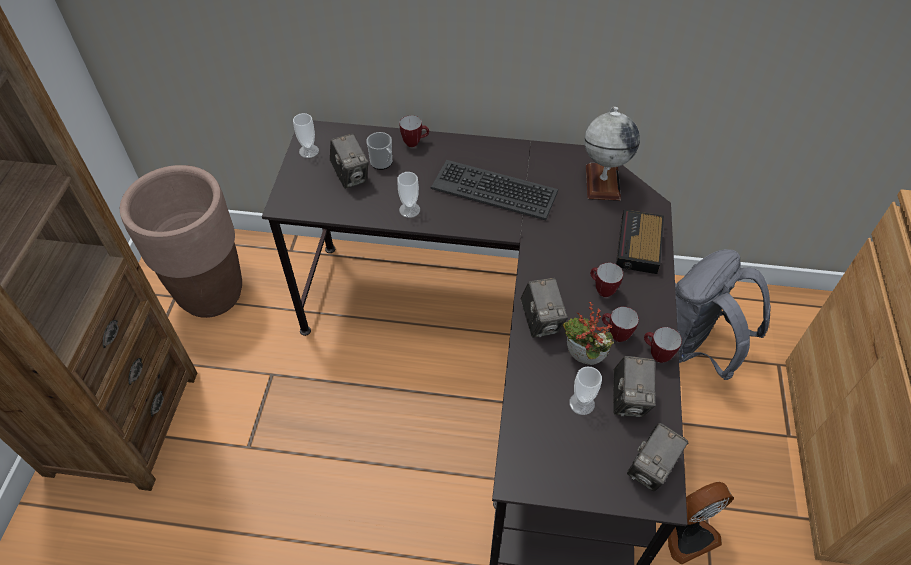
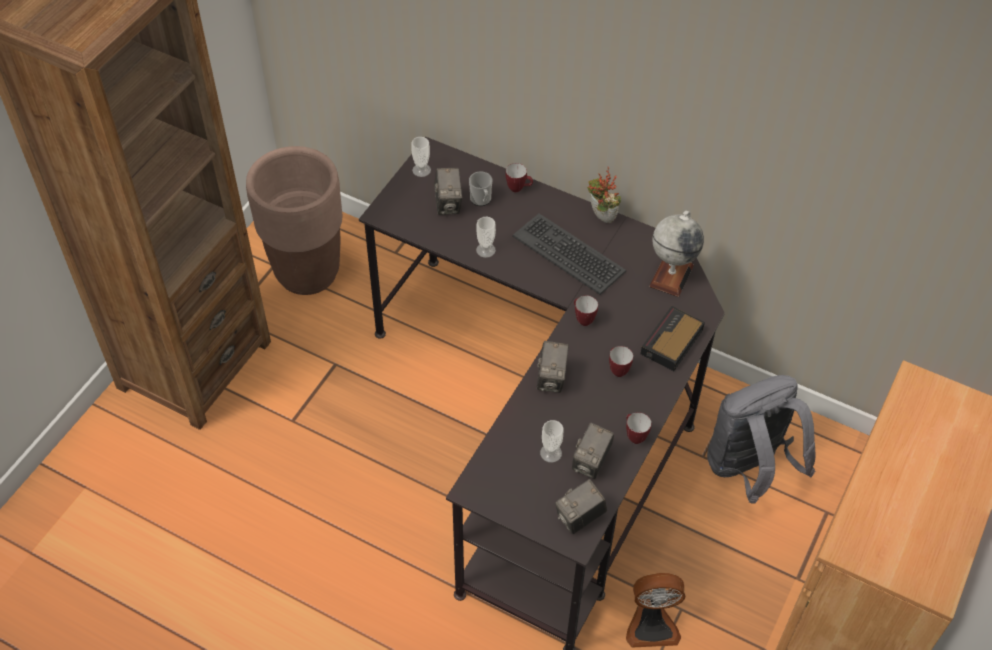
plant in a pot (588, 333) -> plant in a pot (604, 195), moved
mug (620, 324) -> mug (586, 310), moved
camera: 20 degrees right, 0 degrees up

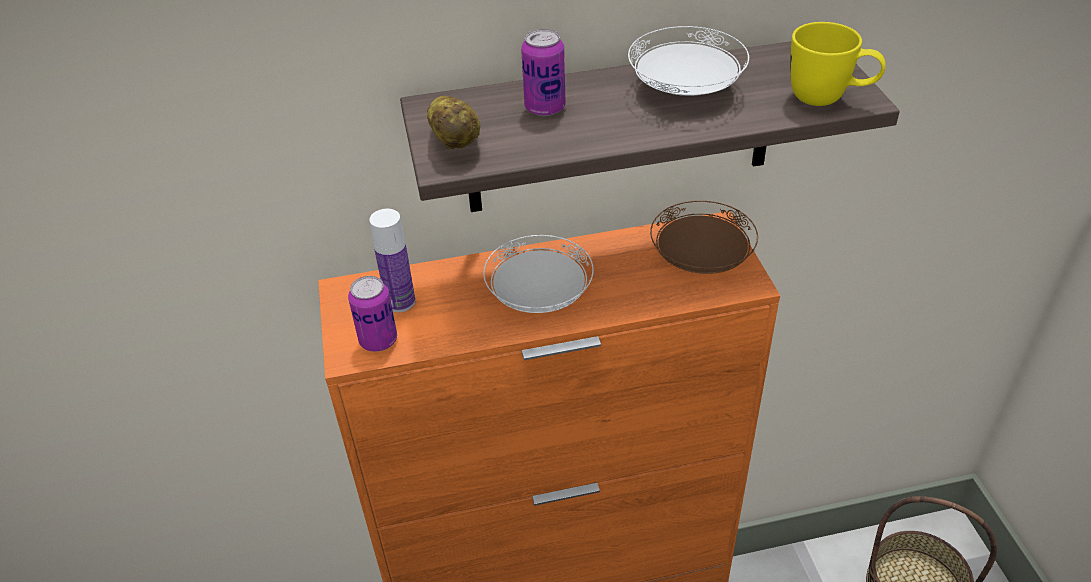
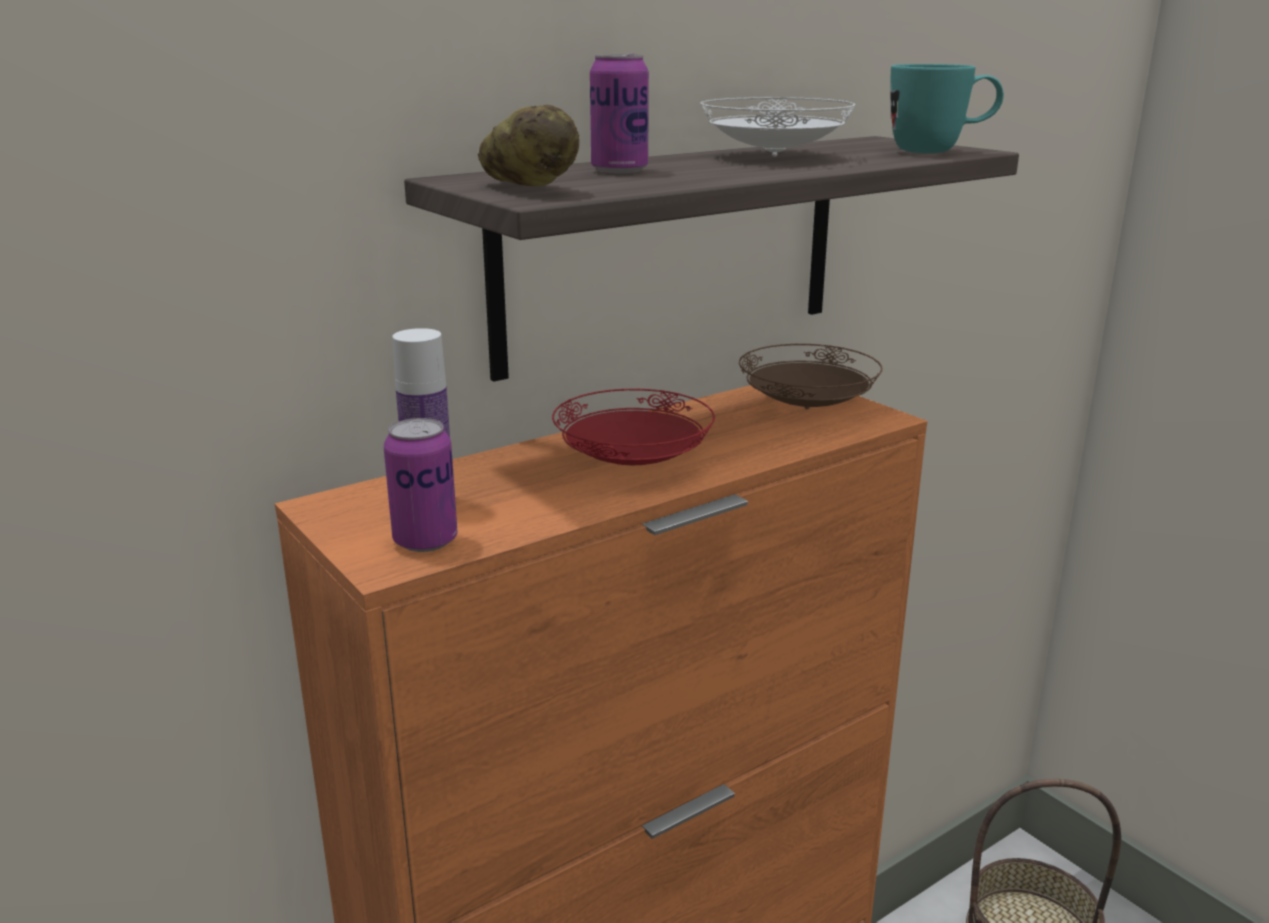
white plate (538, 274) -> red-coloured plate (633, 427)
yellowish mug (838, 64) -> turquoise mug (947, 108)
camera: 25 degrees left, 20 degrees down

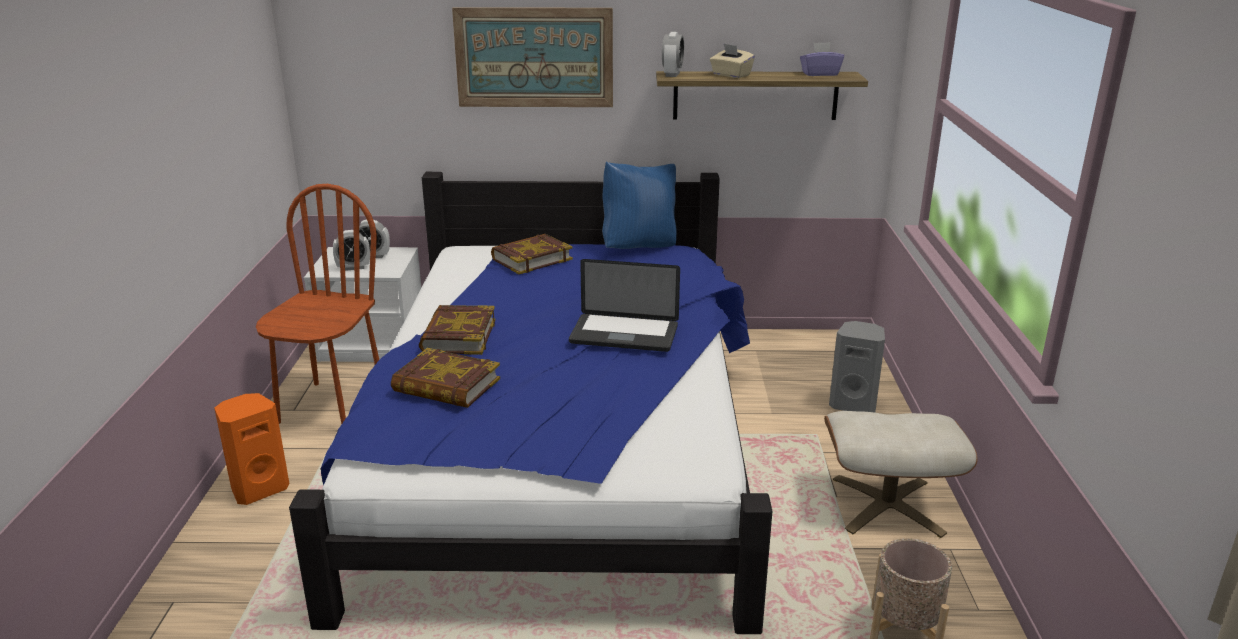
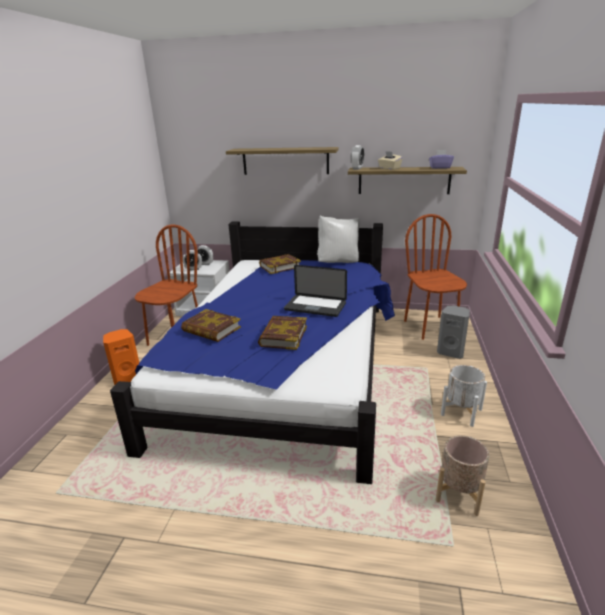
volume (457, 330) -> volume (282, 333), moved
wall art (532, 57) -> bracket shelf (282, 161)
blue-coloured pillow (639, 205) -> white pillow (338, 239)
beige-coloured pouffe (901, 474) -> white planter (464, 396)
none -> brownish upright chair (435, 277)
camera: 10 degrees right, 0 degrees up

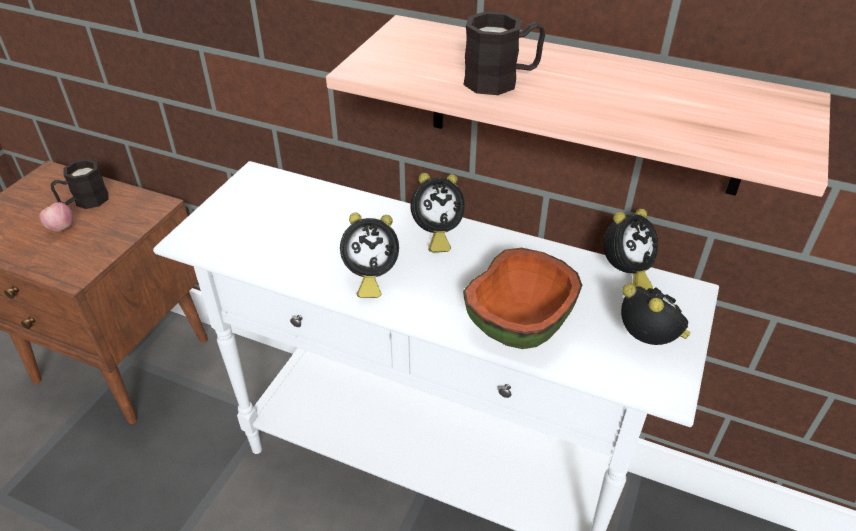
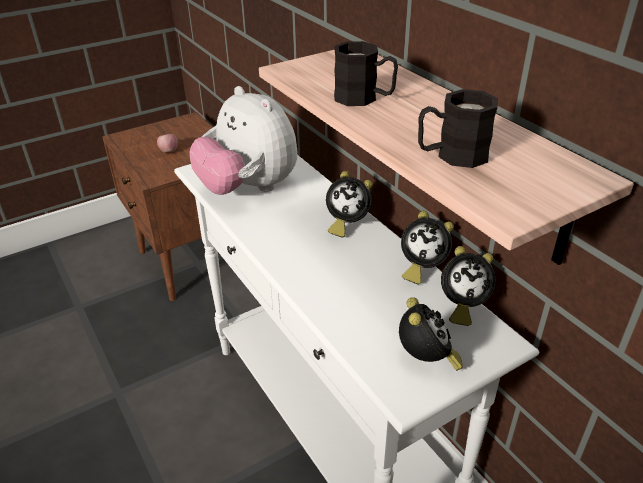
black mug (80, 184) -> black mug (458, 128), moved
table clock (369, 255) -> table clock (427, 247), moved
bowl (522, 298) -> none
none -> cuddly toy (243, 140)
camera: 35 degrees right, 5 degrees down

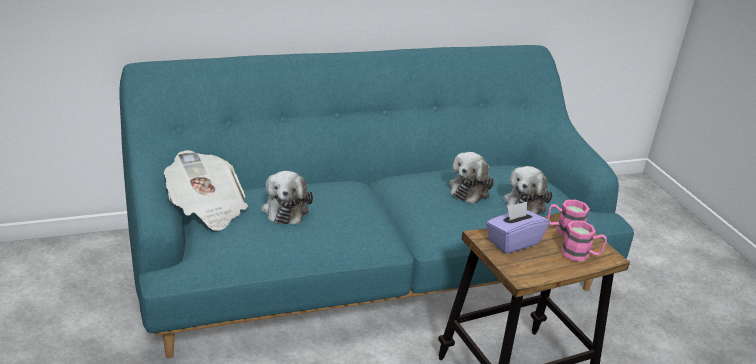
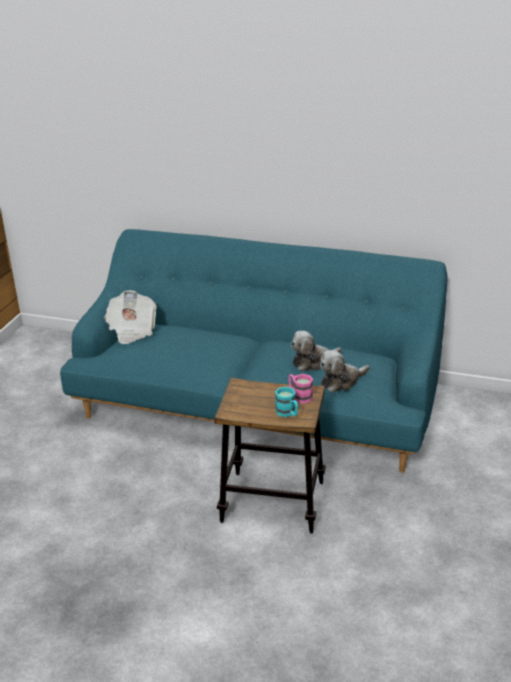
cuddly toy (287, 197) -> none
purple-coloured tissue box (518, 228) -> none
pink mug (584, 240) -> turquoise mug (286, 402)
camera: 40 degrees right, 0 degrees up

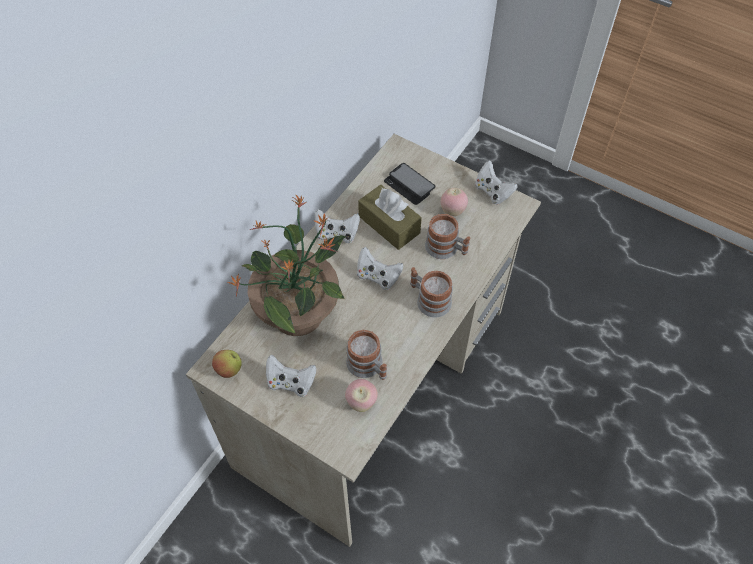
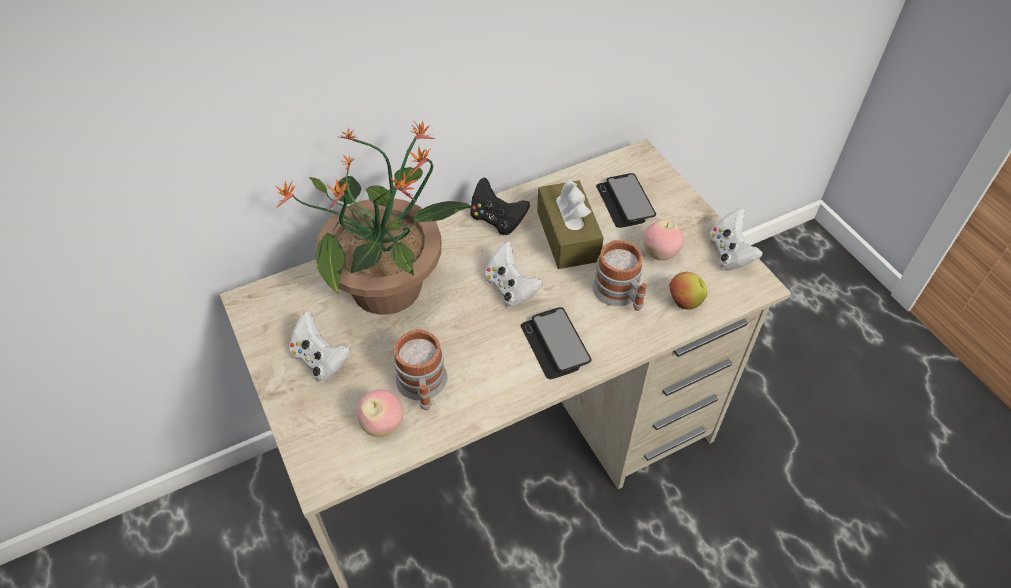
apple fruit (227, 364) -> apple fruit (688, 291), moved
white gamepad (337, 226) -> black gamepad (500, 206)
mug (431, 292) -> phone (556, 343)
camera: 30 degrees right, 5 degrees down

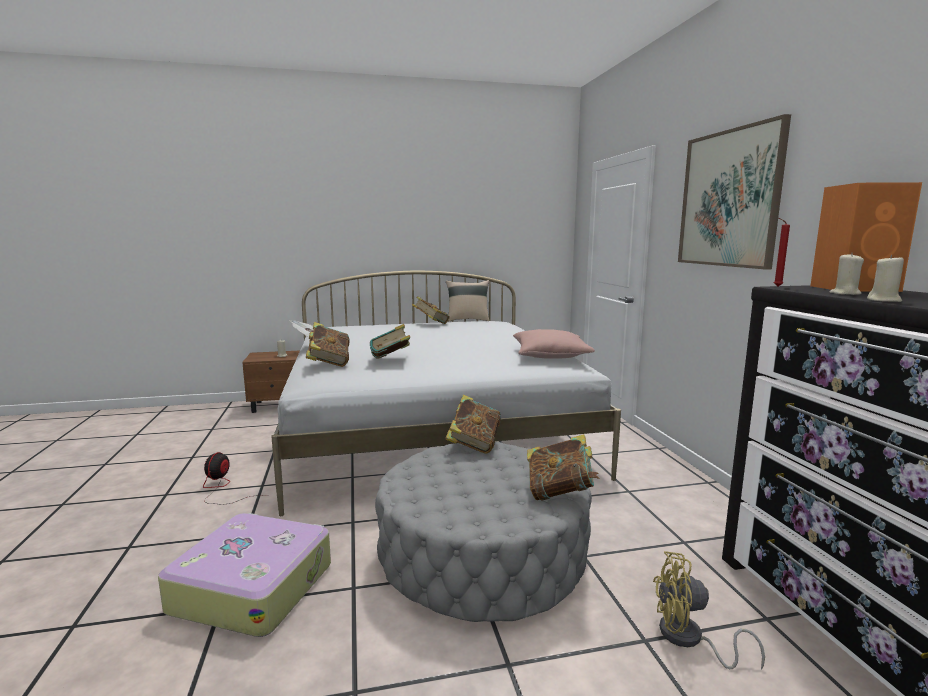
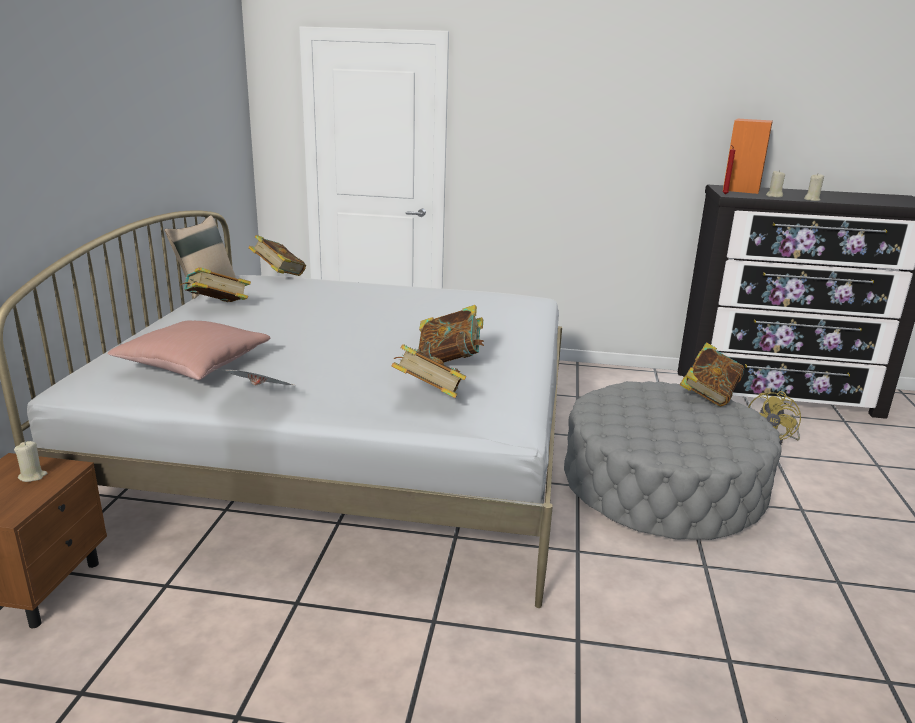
suitcase (244, 575) -> none
cooling fan (235, 478) -> none
volume (473, 424) -> volume (277, 255), moved
pink pillow (554, 344) -> pink pillow (189, 350), moved
wall art (734, 192) -> none
camera: 70 degrees left, 10 degrees up

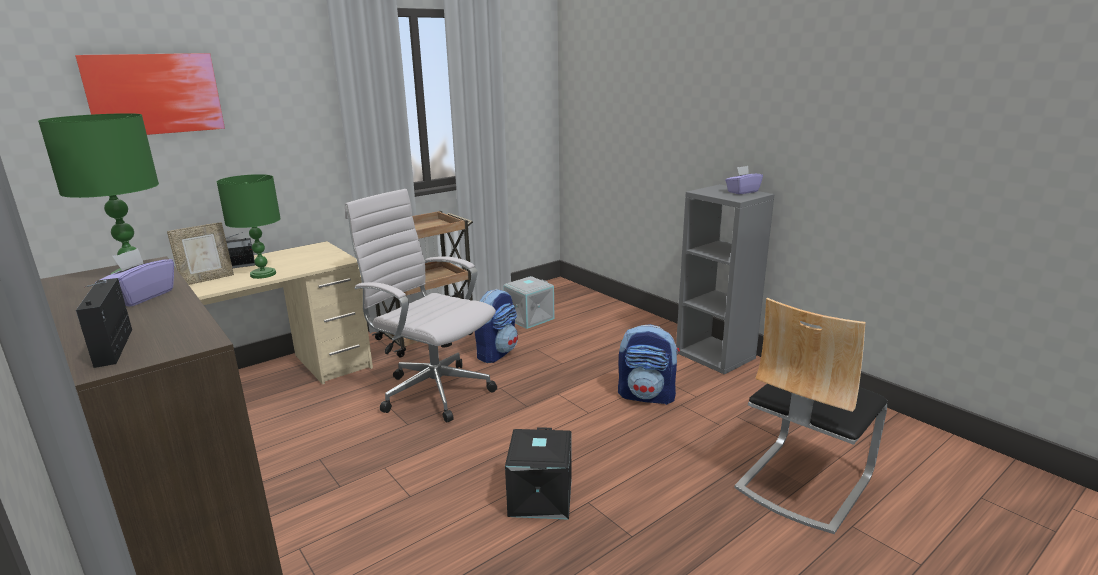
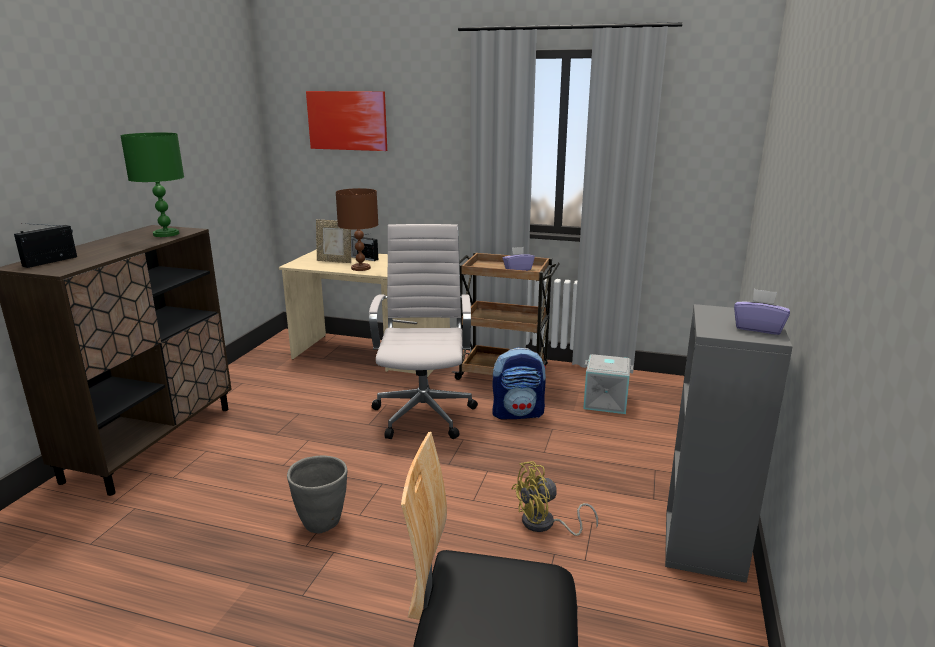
purple-coloured tissue box (134, 277) -> purple-coloured tissue box (519, 259), moved
green-coloured lamp for a table (249, 226) -> brownish lamp for a table (357, 229)
black storage box (538, 473) -> grey planter (317, 494)
rucksack (649, 364) -> yellowish cooling fan (555, 498)
camera: 55 degrees right, 0 degrees up

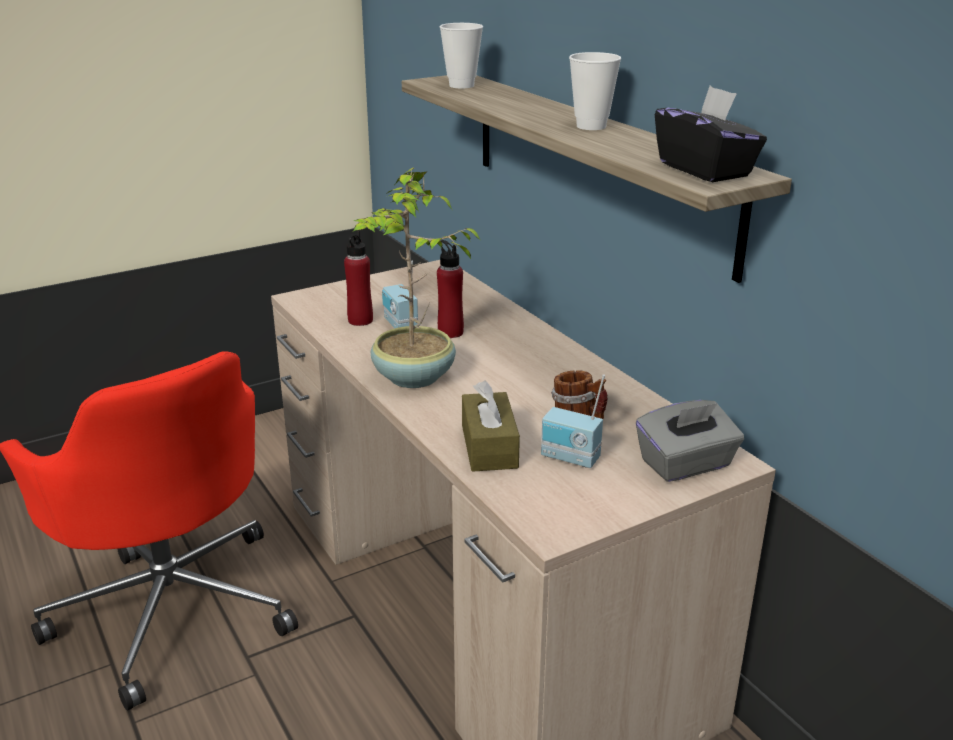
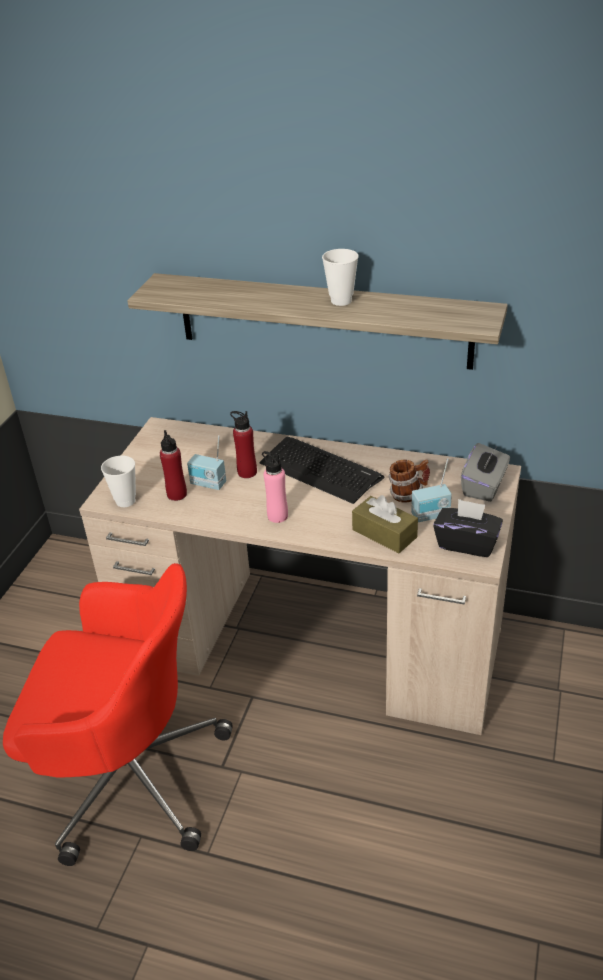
plant in a pot (417, 277) -> pink drink bottle (275, 487)
cup (461, 56) -> cup (118, 481), moved
black tissue box (711, 134) -> black tissue box (468, 528), moved
none -> computer keyboard (322, 470)
camera: 40 degrees left, 10 degrees up

